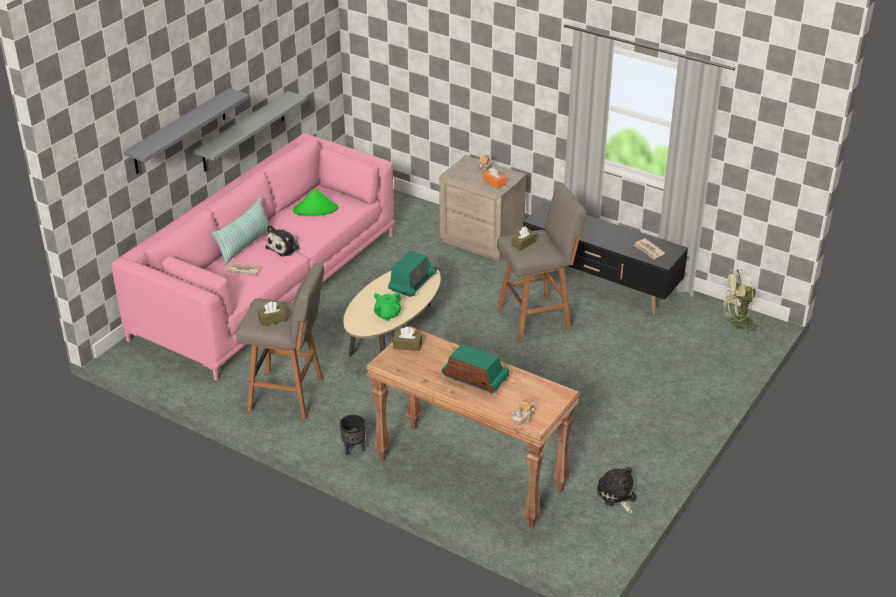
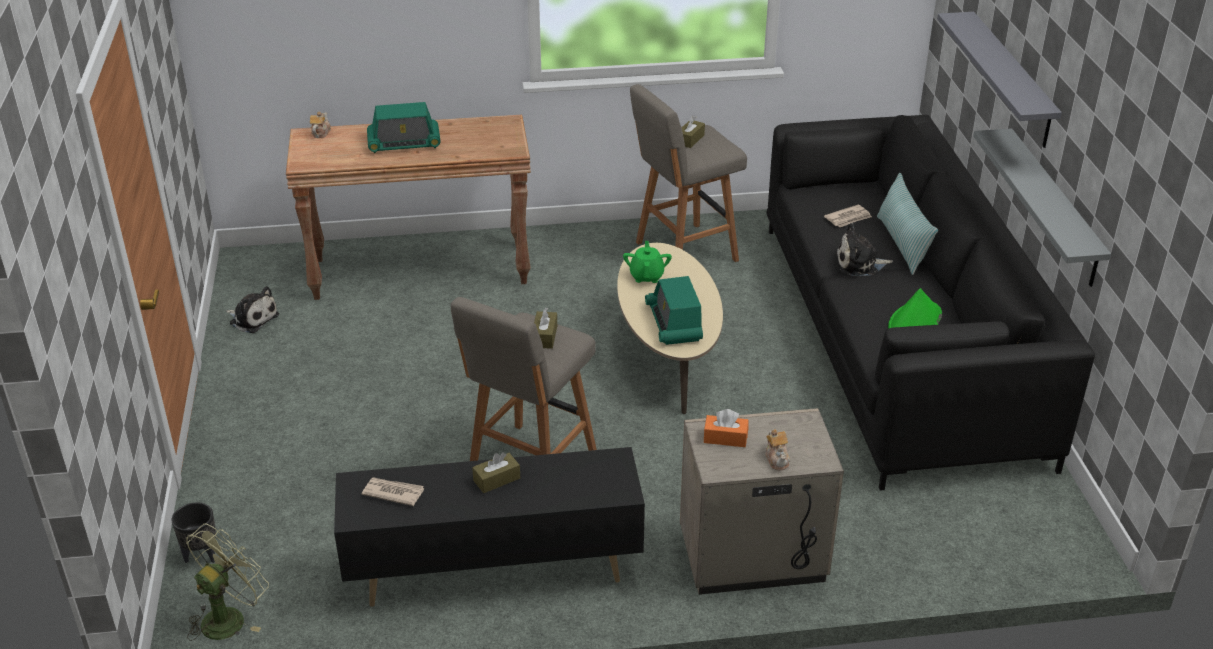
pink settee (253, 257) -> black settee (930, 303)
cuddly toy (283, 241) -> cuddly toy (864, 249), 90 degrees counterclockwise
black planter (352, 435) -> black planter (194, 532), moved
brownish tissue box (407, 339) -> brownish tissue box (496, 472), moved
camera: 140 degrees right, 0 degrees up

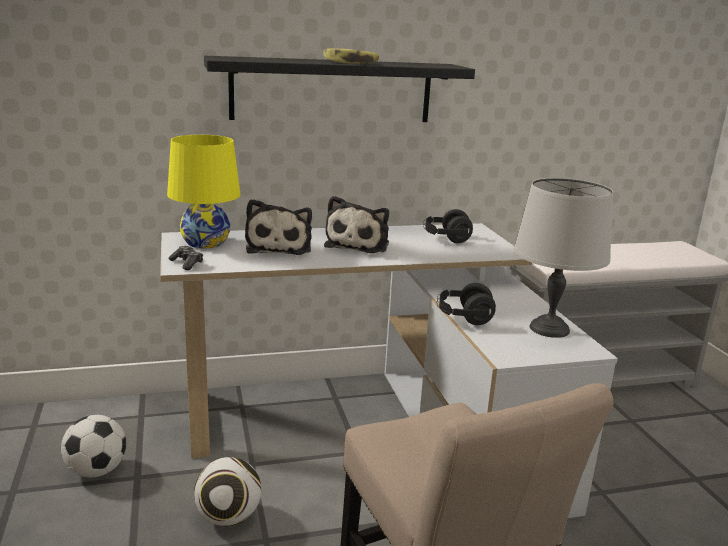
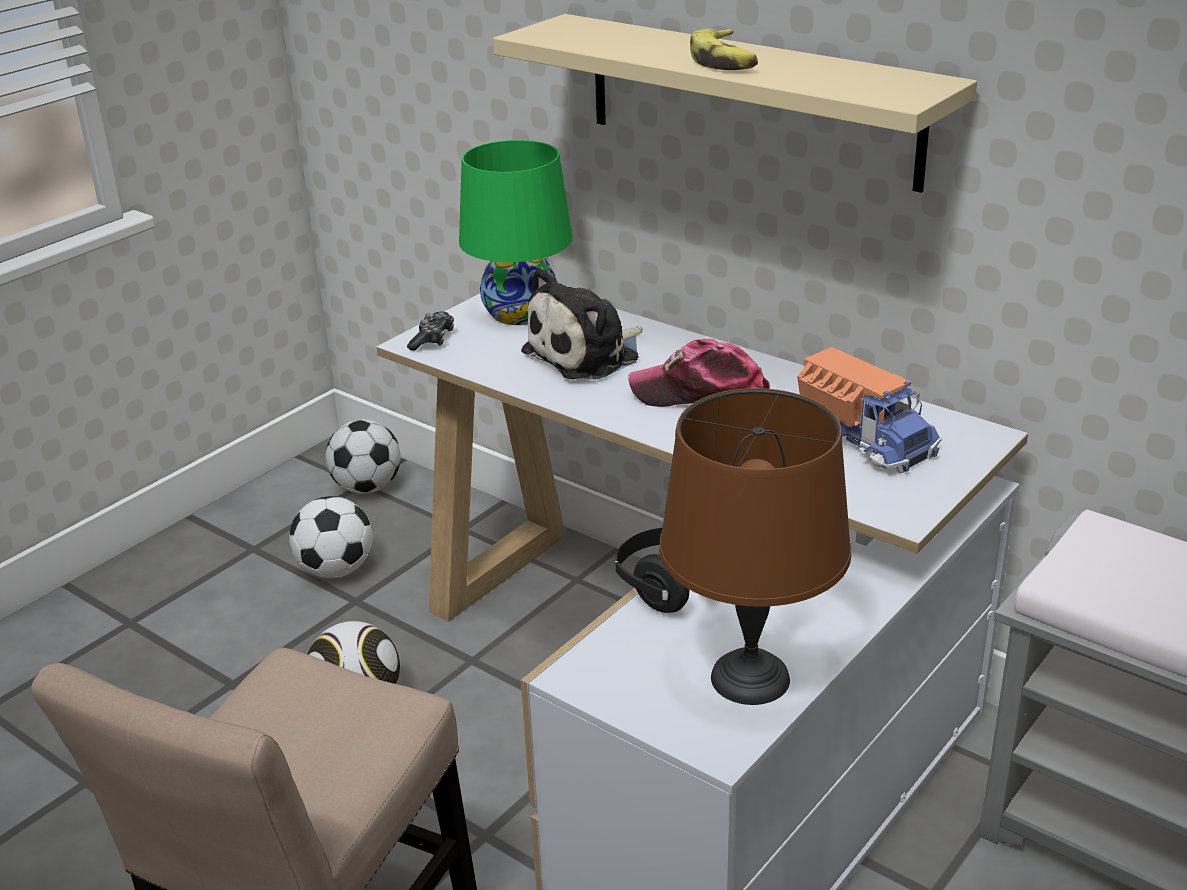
yellowish lamp for a table (203, 191) -> green-coloured lamp for a table (516, 232)
black bracket shelf (339, 89) -> beige-coloured bracket shelf (735, 103)
cuddly toy (356, 224) -> cap (699, 373)
black headphones (448, 226) -> toy truck (869, 410)
grey lamp for a table (563, 258) -> brownish lamp for a table (755, 546)
none -> ball for football (363, 456)
camera: 55 degrees right, 10 degrees up

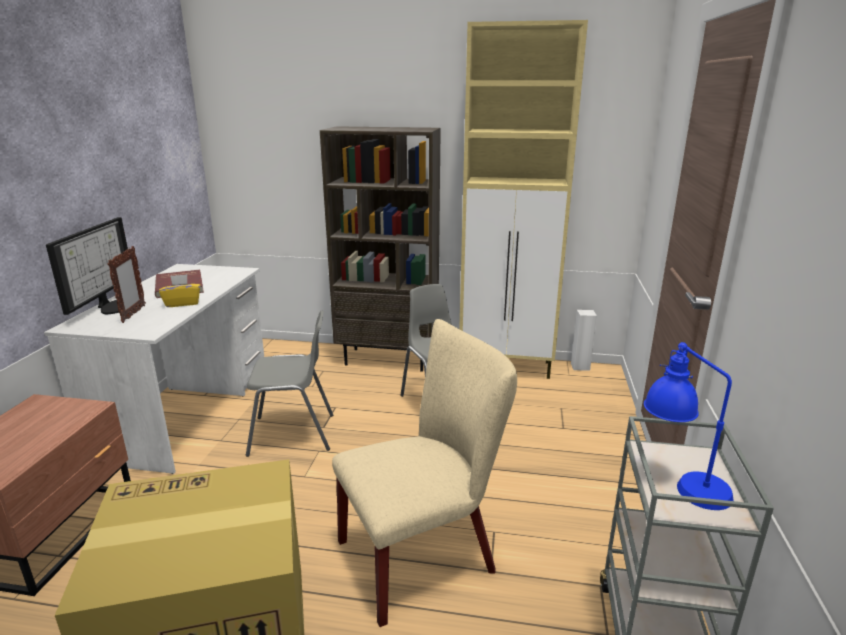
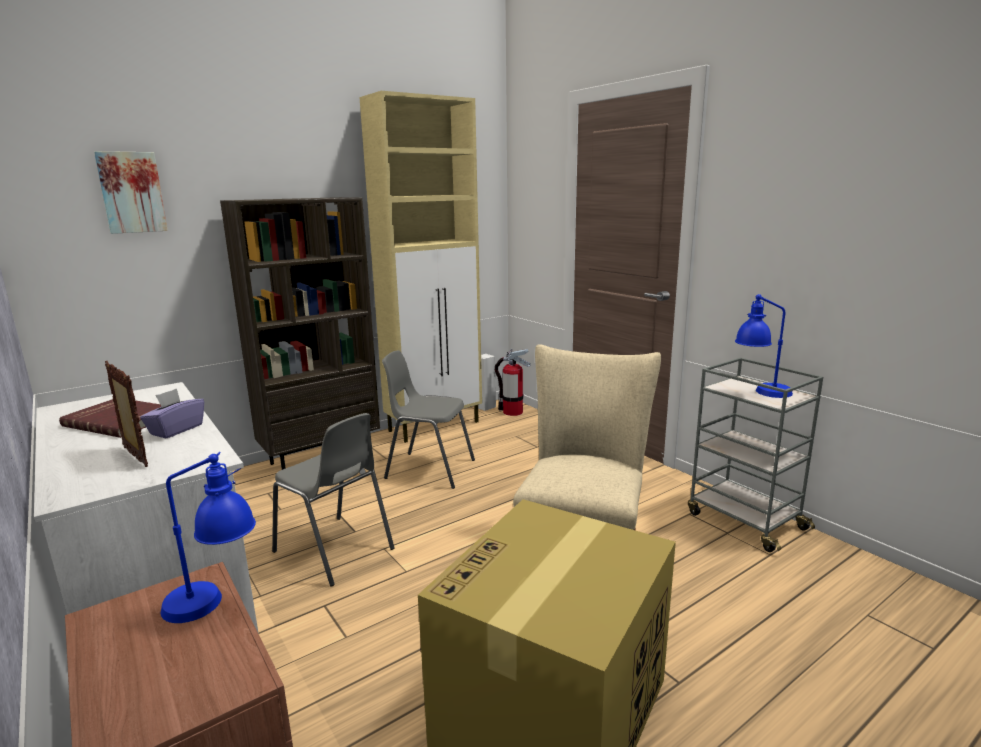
computer screen (87, 266) -> none
yellowish tissue box (180, 290) -> purple-coloured tissue box (172, 413)
grey upright chair (289, 383) -> grey upright chair (333, 499), 90 degrees clockwise
none -> wall art (131, 192)
none -> blue-coloured lamp for a table (208, 537)
none -> fire-fighting cylinder (512, 382)
camera: 45 degrees left, 5 degrees down

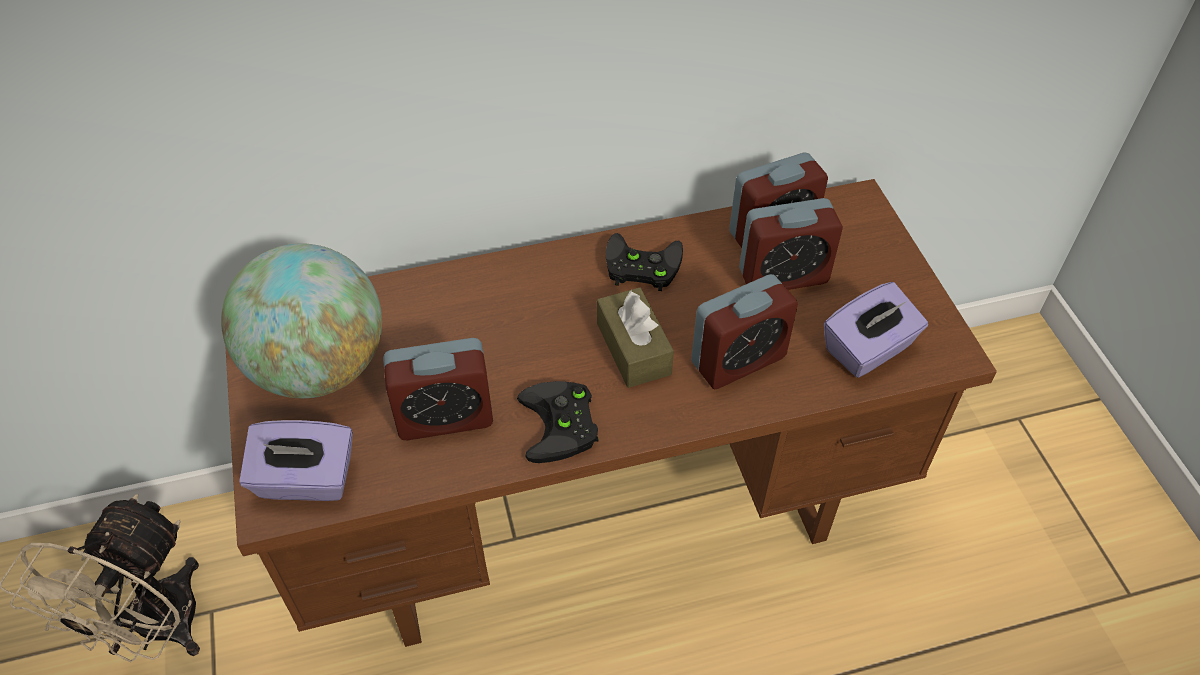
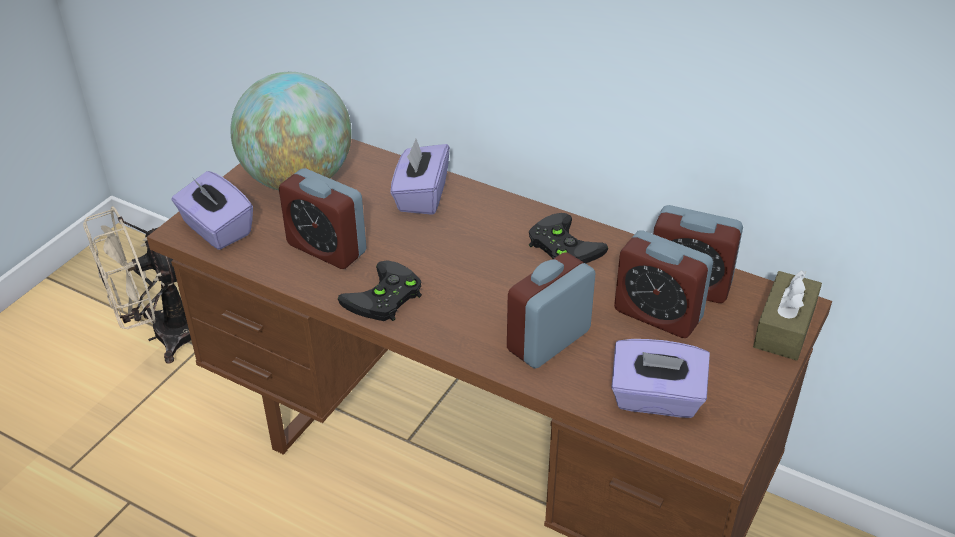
brownish tissue box (635, 337) -> brownish tissue box (787, 315), moved
table clock (744, 331) -> table clock (551, 310), 120 degrees clockwise
none -> purple-coloured tissue box (420, 177)
camera: 45 degrees right, 10 degrees down

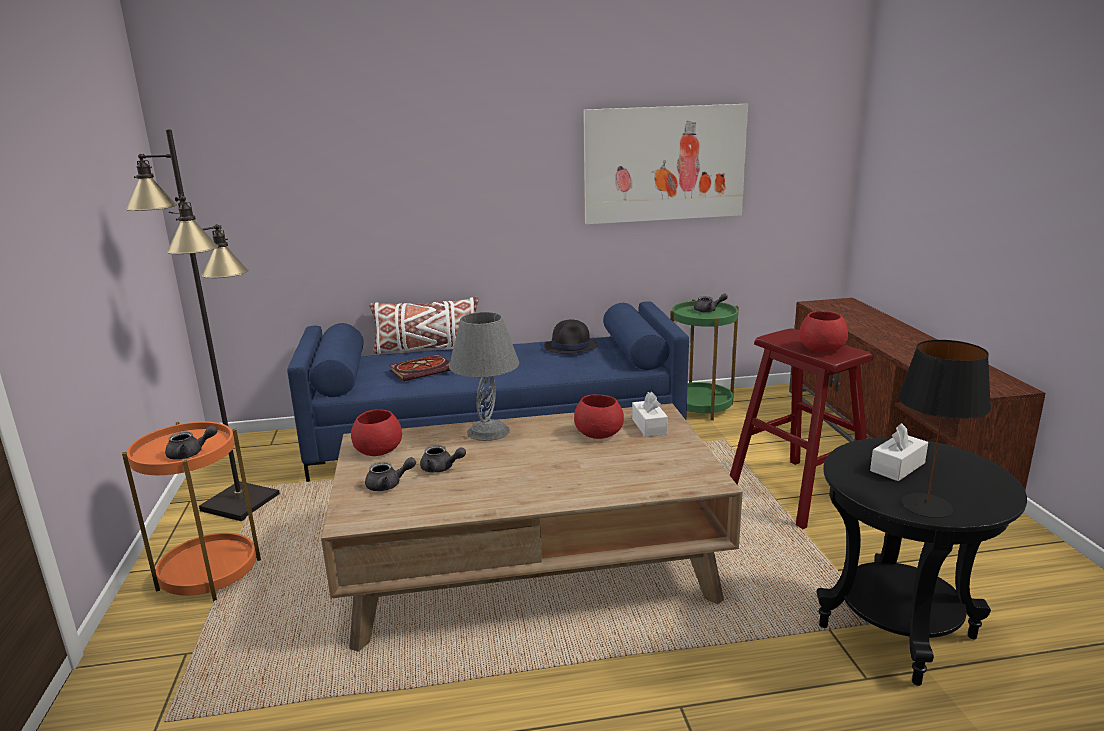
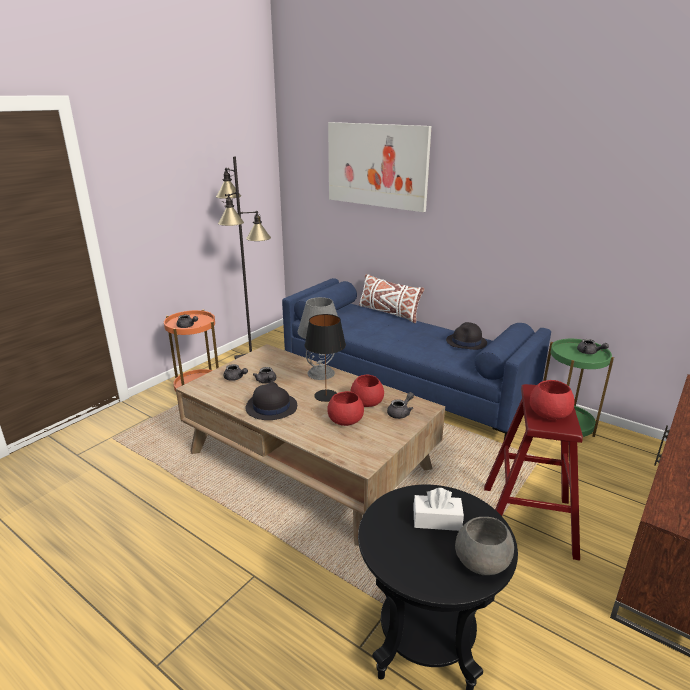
red-coloured bowl (376, 433) -> red-coloured bowl (345, 408), moved
volume (419, 367) -> none
wall art (665, 164) -> wall art (379, 167), moved
white tissue box (650, 414) -> grey pot for tea (400, 405)
black lamp for a table (944, 429) -> black lamp for a table (325, 358), moved
none -> black clothing hat (271, 401)
none -> grey bowl (484, 546)
camera: 45 degrees right, 5 degrees up

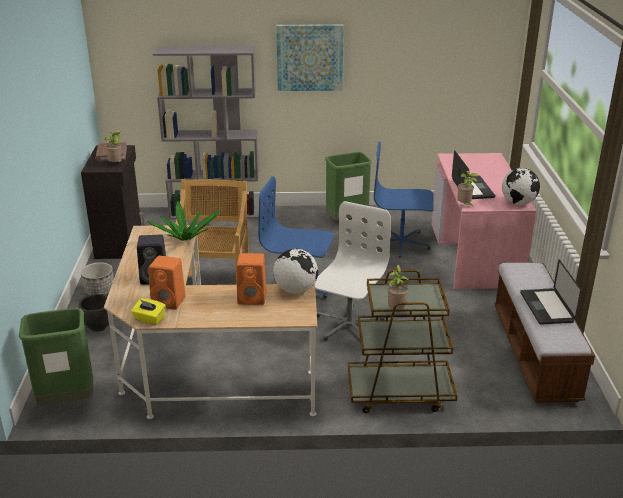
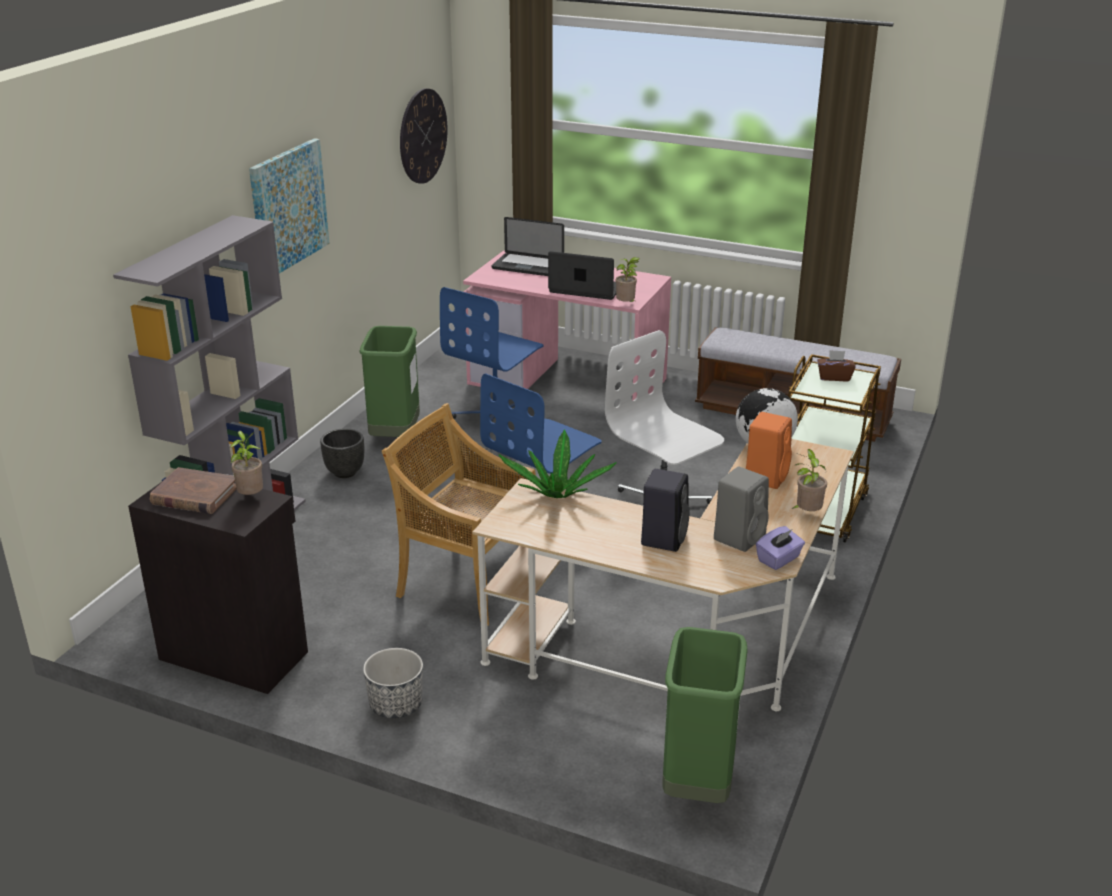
black planter (95, 313) -> black planter (342, 453), moved
yellowish tissue box (148, 311) -> purple-coloured tissue box (780, 548)
orangey audio speaker (167, 282) -> grey audio speaker (741, 509)
plant in a pot (398, 287) -> plant in a pot (809, 480), moved
globe (521, 186) -> none
portable computer (551, 292) -> portable computer (528, 246), moved
none -> clock on the wall (424, 136)
none -> brownish tissue box (836, 365)
camera: 65 degrees left, 0 degrees up

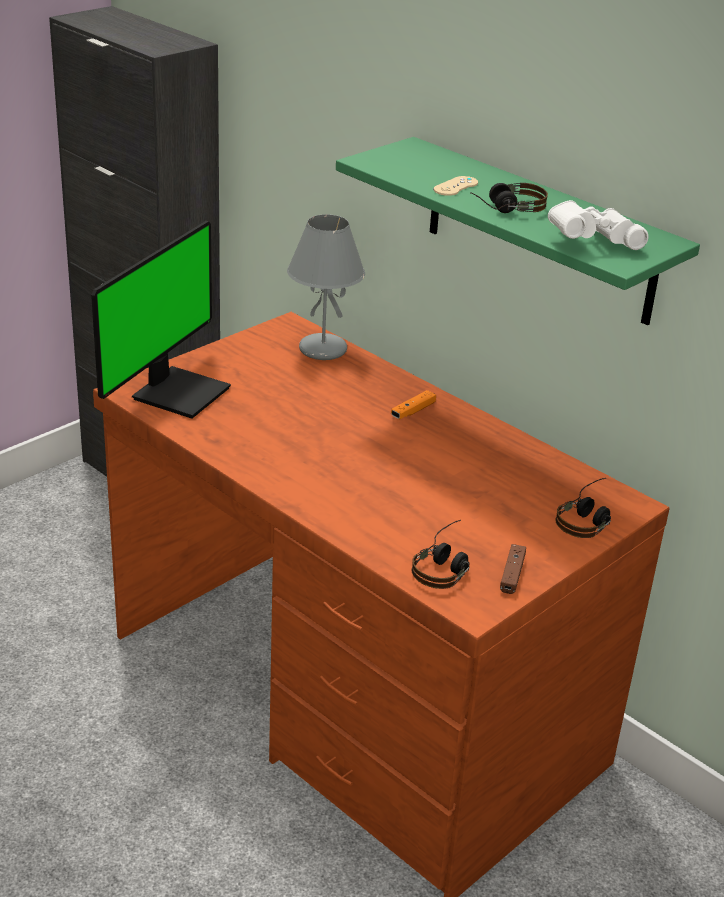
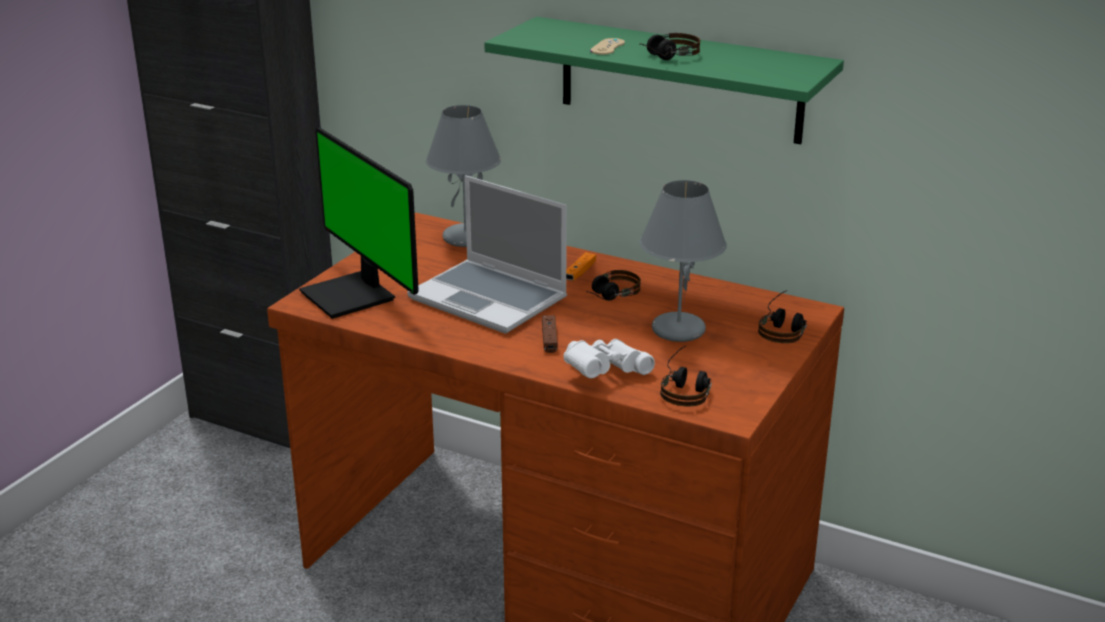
computer screen (161, 320) -> computer screen (359, 223), 135 degrees clockwise
brownish gamepad (513, 569) -> brownish gamepad (550, 334), moved
white field glasses (598, 225) -> white field glasses (609, 358), moved
none -> portable computer (487, 254)
none -> headphones (613, 285)
none -> grey lamp for a table (683, 261)
camera: 15 degrees left, 5 degrees down

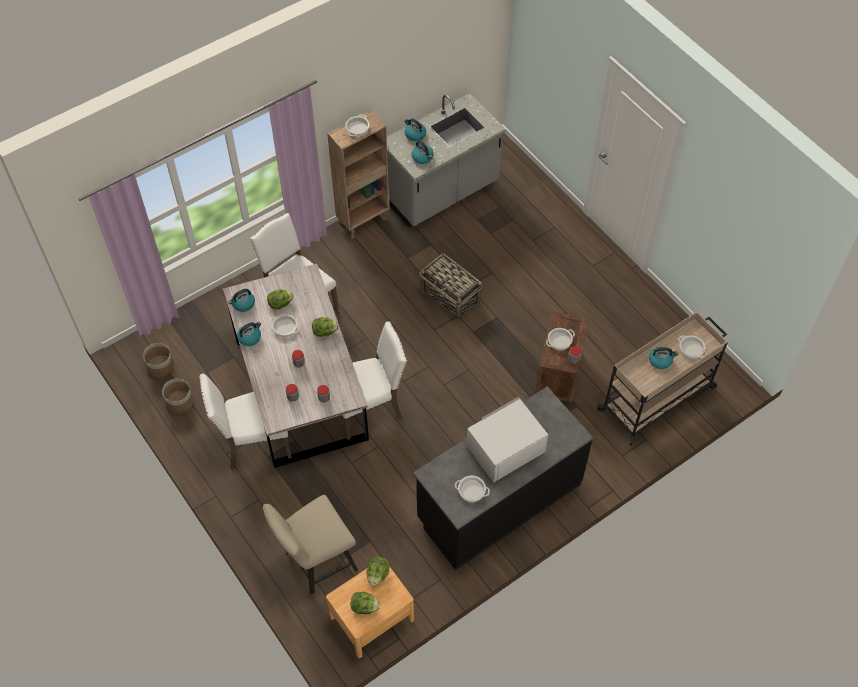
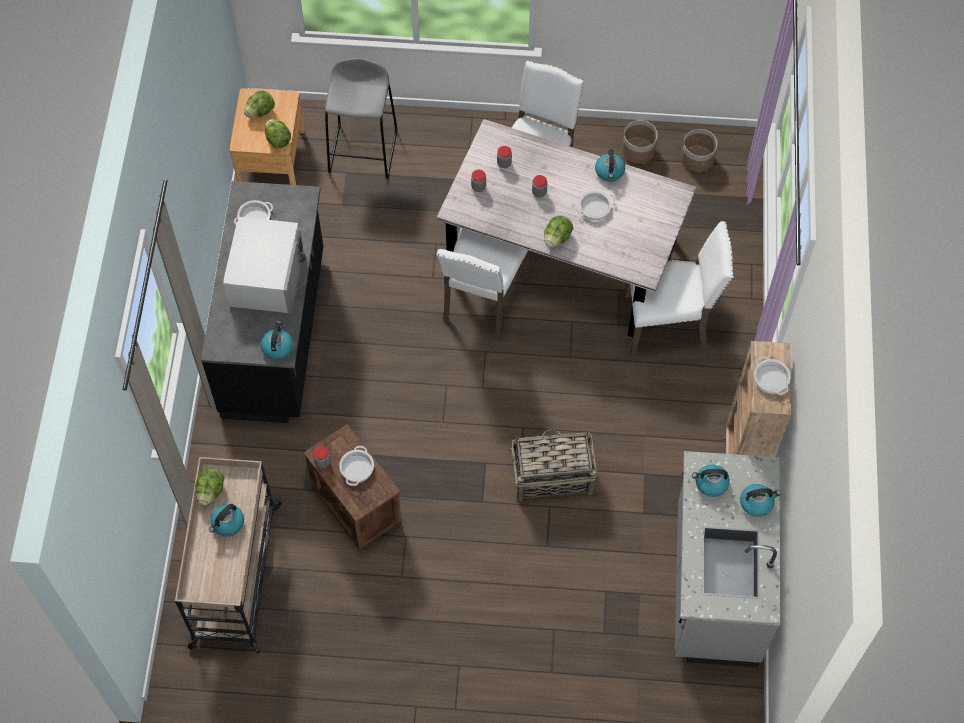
water kettle (241, 300) -> water kettle (277, 340), moved
beige-coloured upright chair (310, 544) -> grey stool (361, 119)
head of lettuce (280, 299) -> head of lettuce (209, 487), moved
saucepot (692, 347) -> none
camera: 130 degrees right, 5 degrees up

